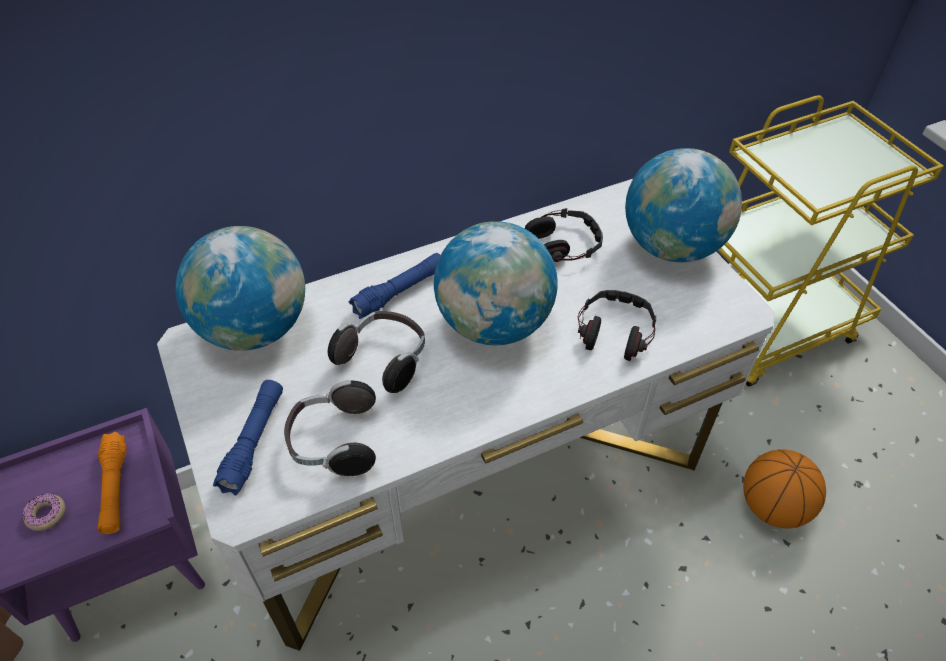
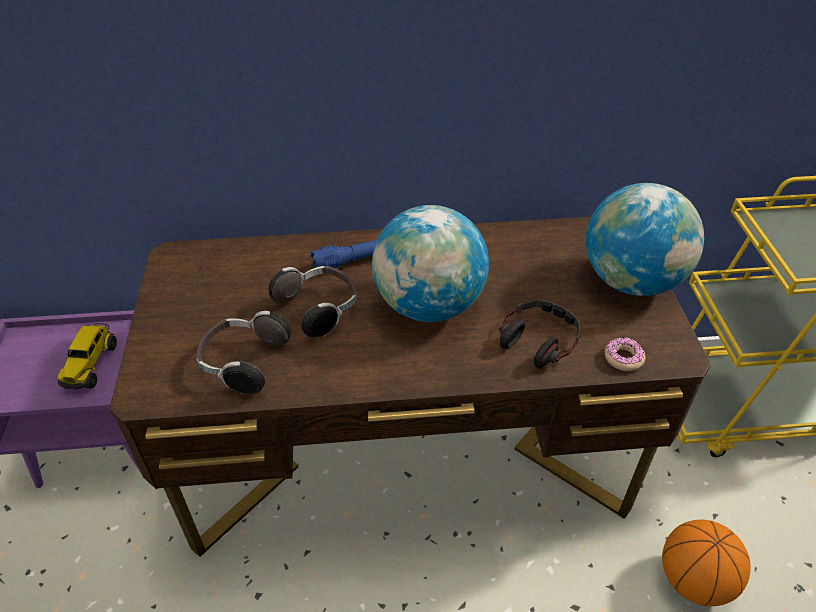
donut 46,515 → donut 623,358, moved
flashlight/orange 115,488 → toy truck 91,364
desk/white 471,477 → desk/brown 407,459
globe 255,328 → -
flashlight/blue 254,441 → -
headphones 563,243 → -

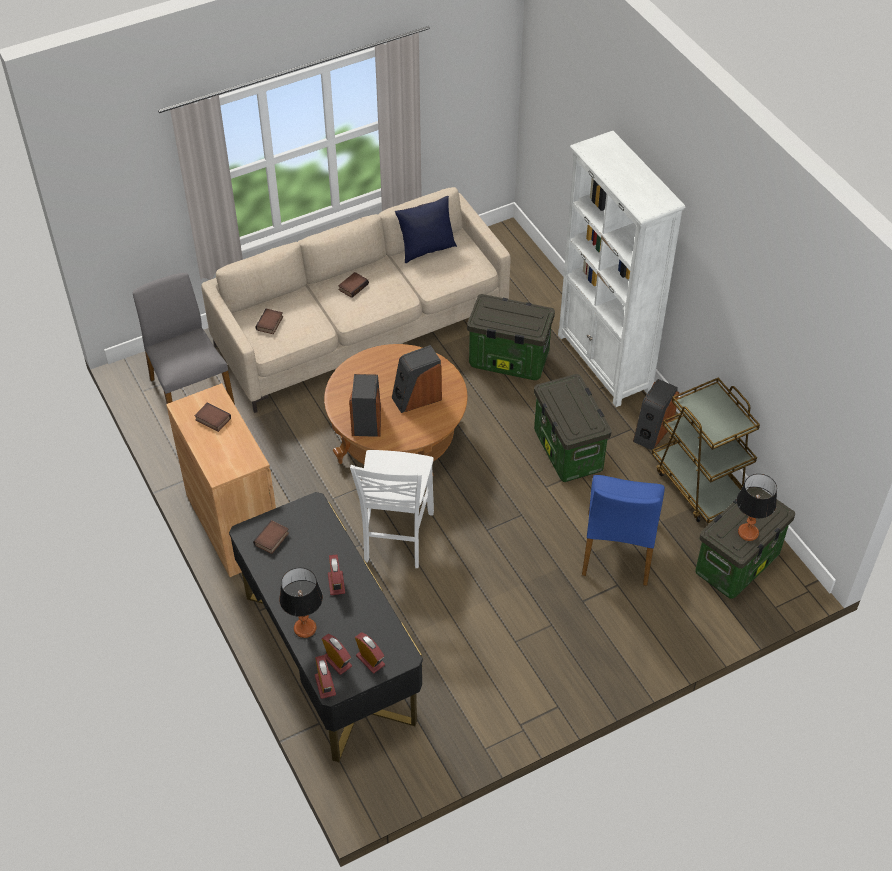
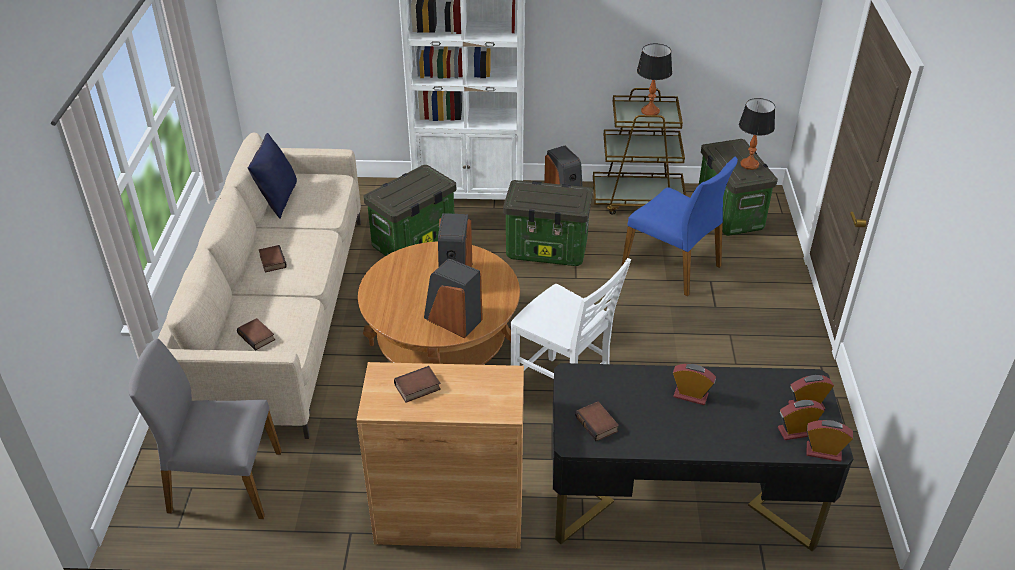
table lamp 305,628 → table lamp 650,111, moved

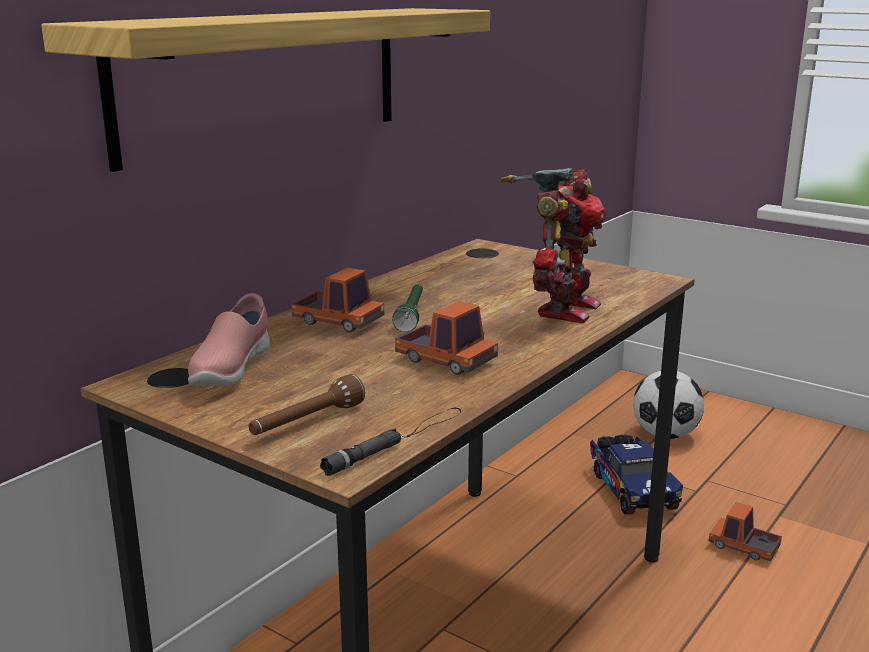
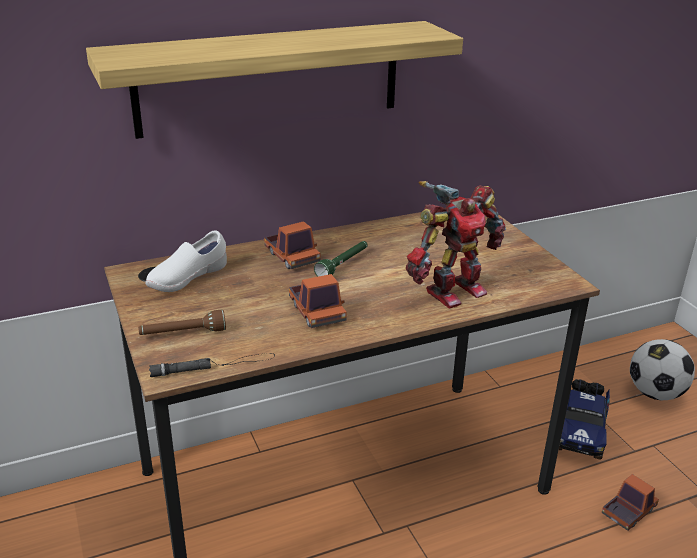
shoe/pink 230,370 → shoe/white 187,279
toy truck 743,547 → toy truck 628,512, 75 degrees clockwise

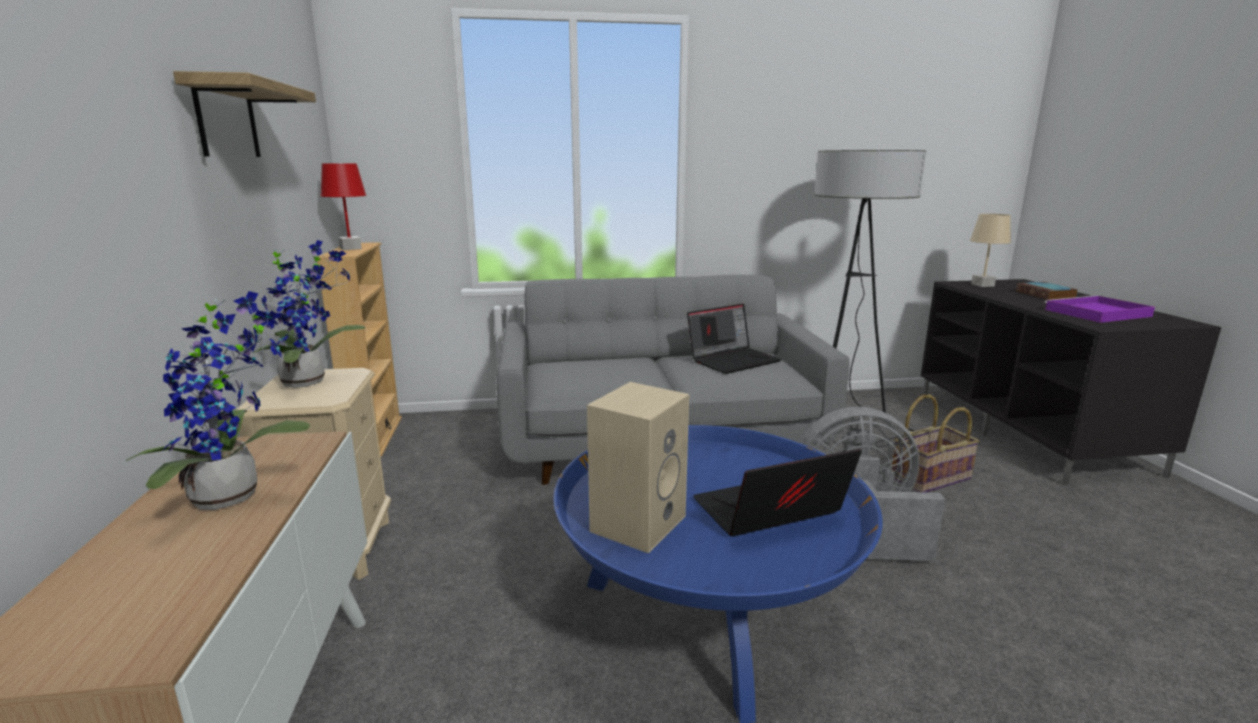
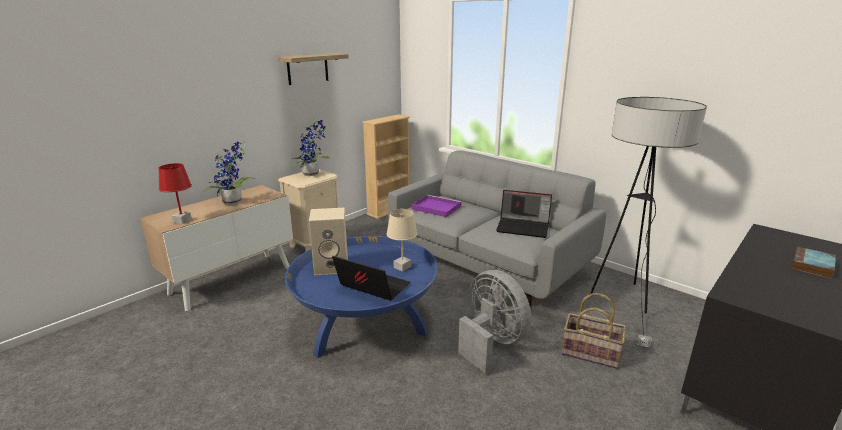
table lamp/red 351,248 → table lamp/red 182,221, moved
table lamp/beige 983,285 → table lamp/beige 402,267, moved
tray/purple 1096,313 → tray/purple 435,208, moved

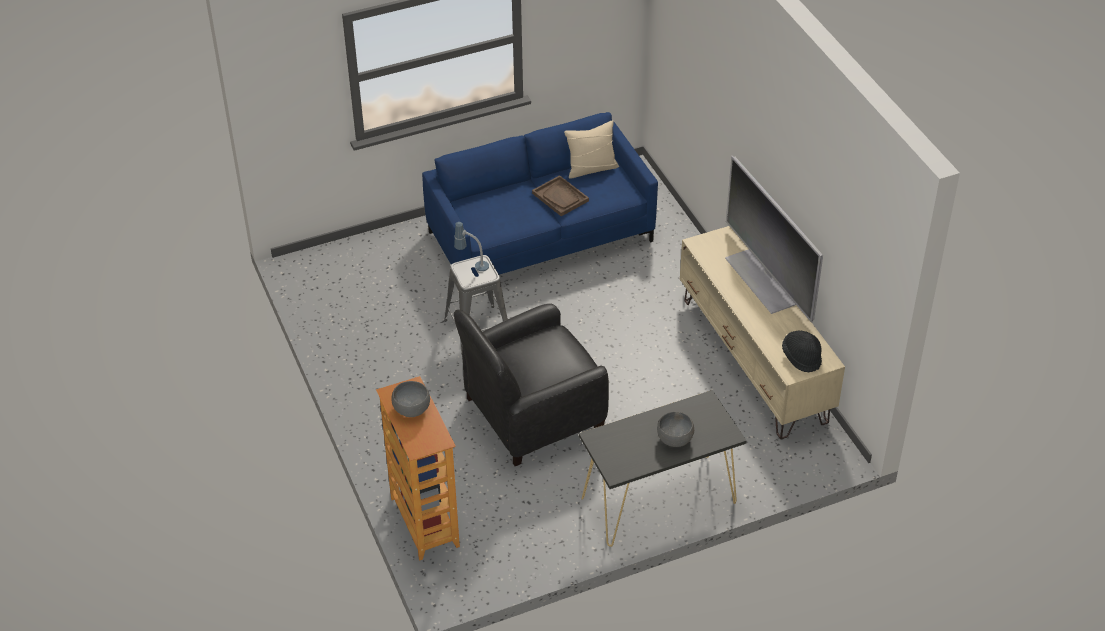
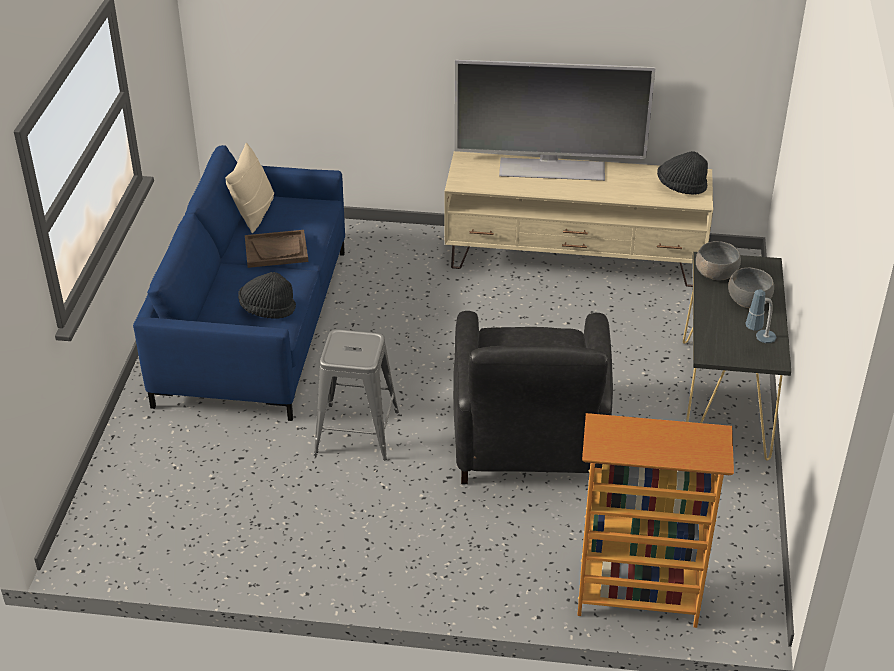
bowl/grey 411,408 → bowl/grey 715,274, moved
table lamp 472,265 → table lamp 758,343, moved
- → hat/black 267,309

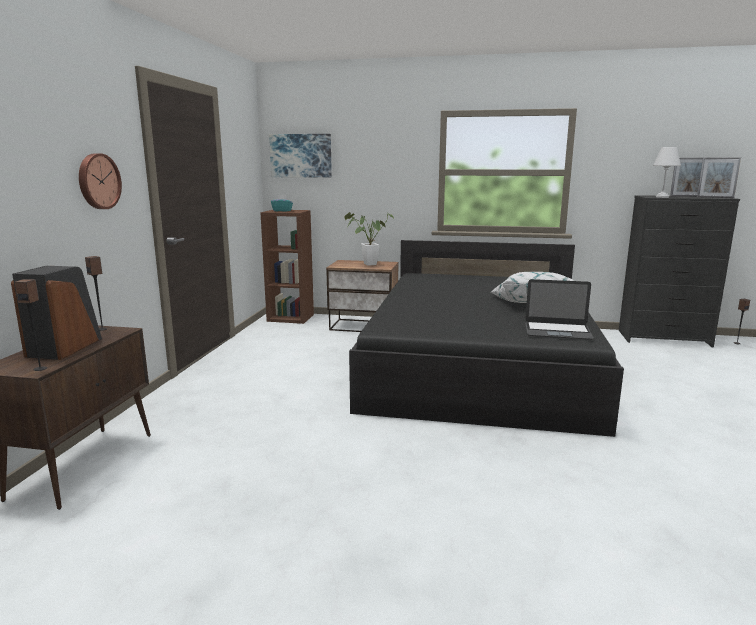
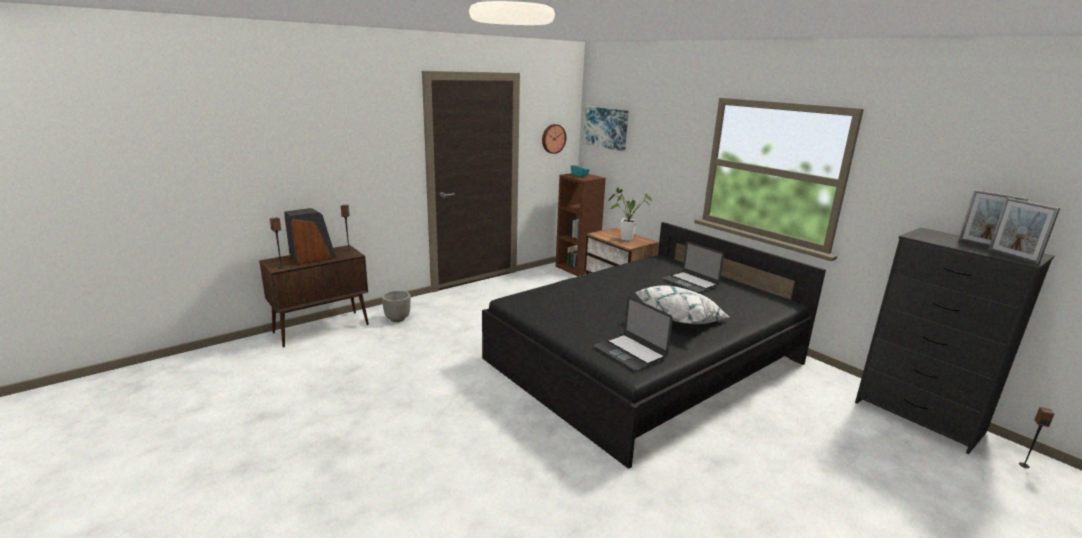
wall clock 98,181 → wall clock 553,138, moved
table lamp/white 662,197 → -
- → planter 398,319
- → laptop 690,282

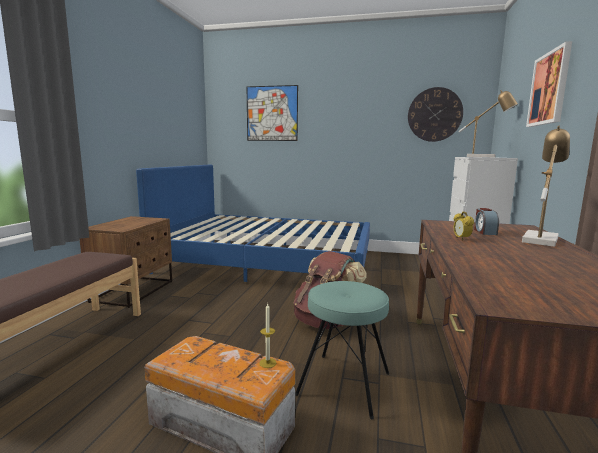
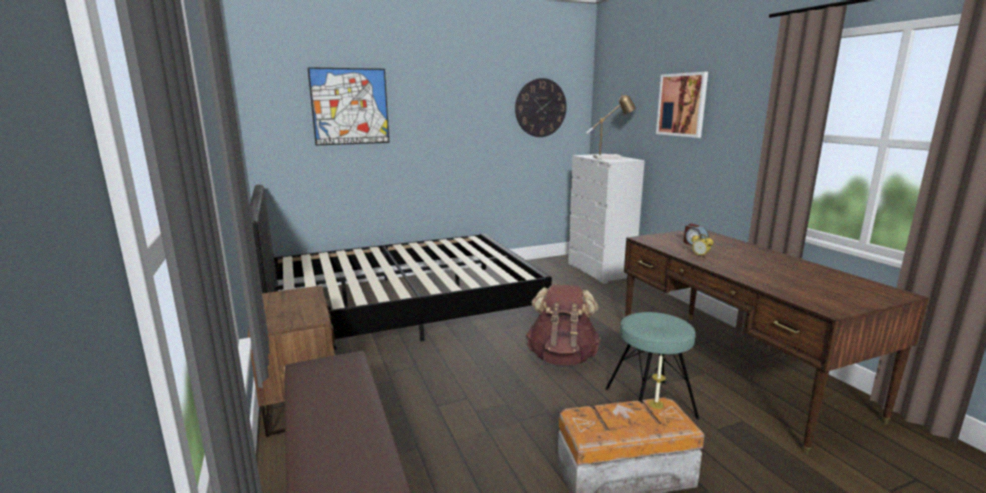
bed/blue 268,261 → bed/black 401,307
table lamp 539,239 → -

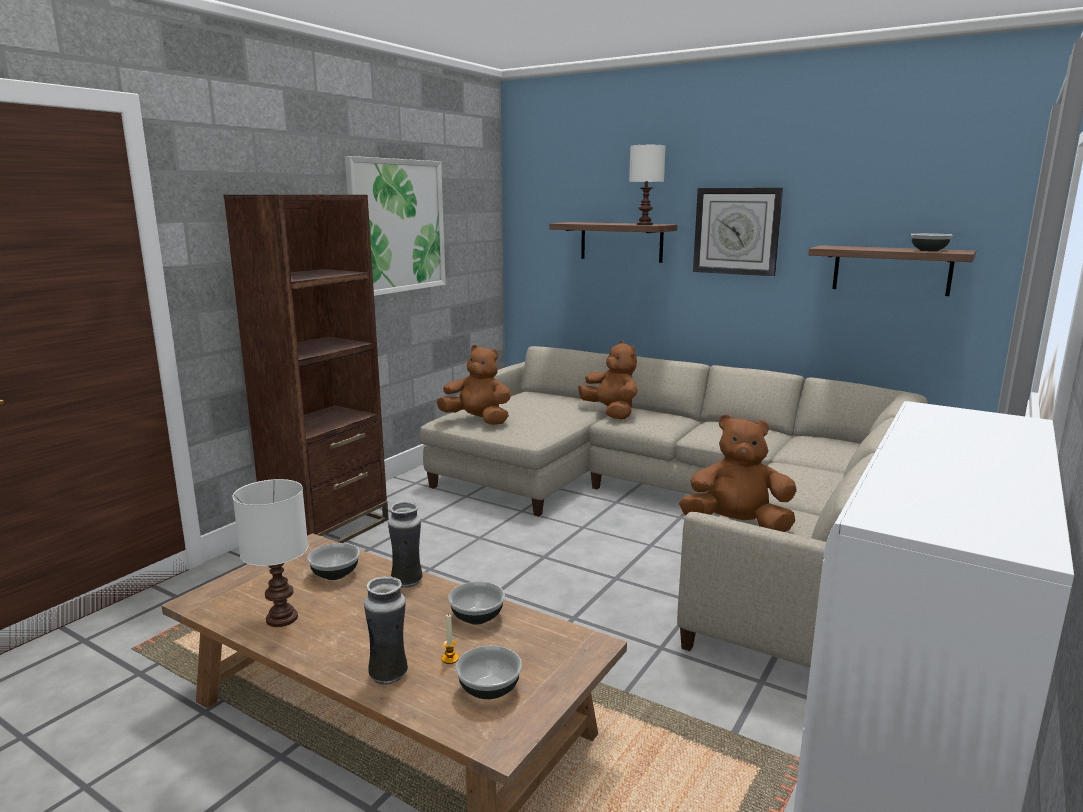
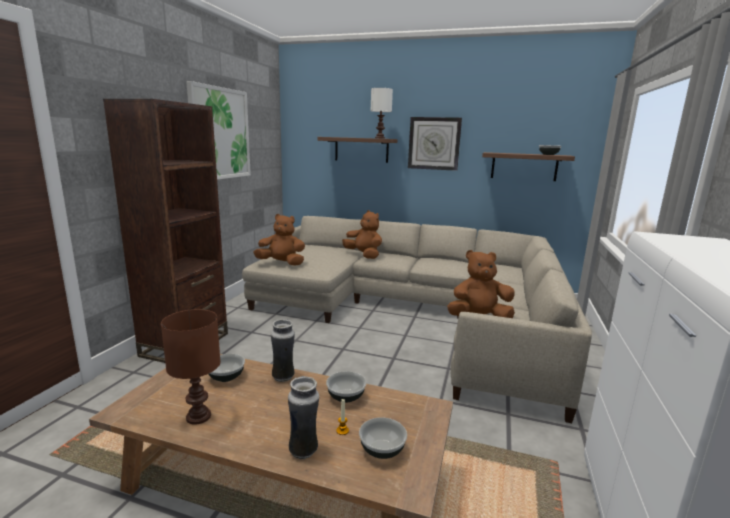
table lamp/white 281,618 → table lamp/brown 197,417

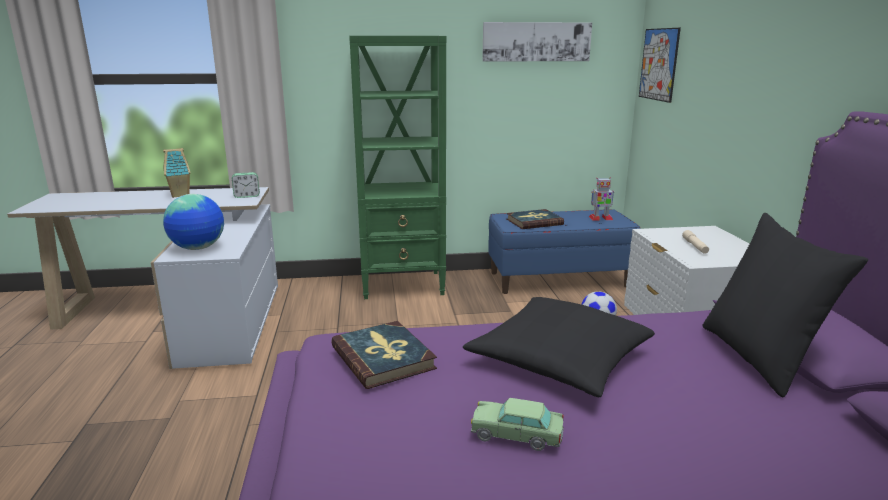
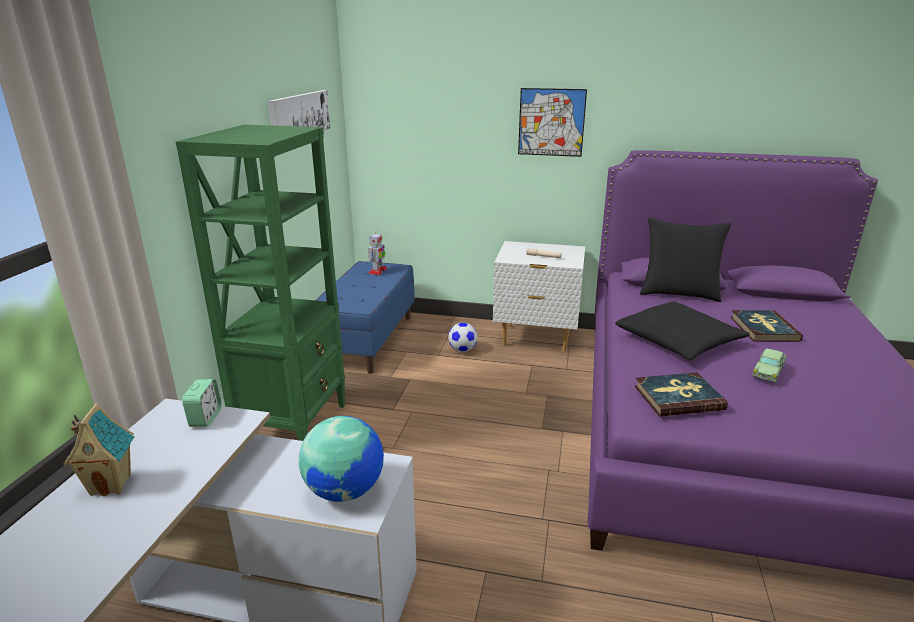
book 534,222 → book 763,329, moved
picture 658,64 → picture 551,122, moved

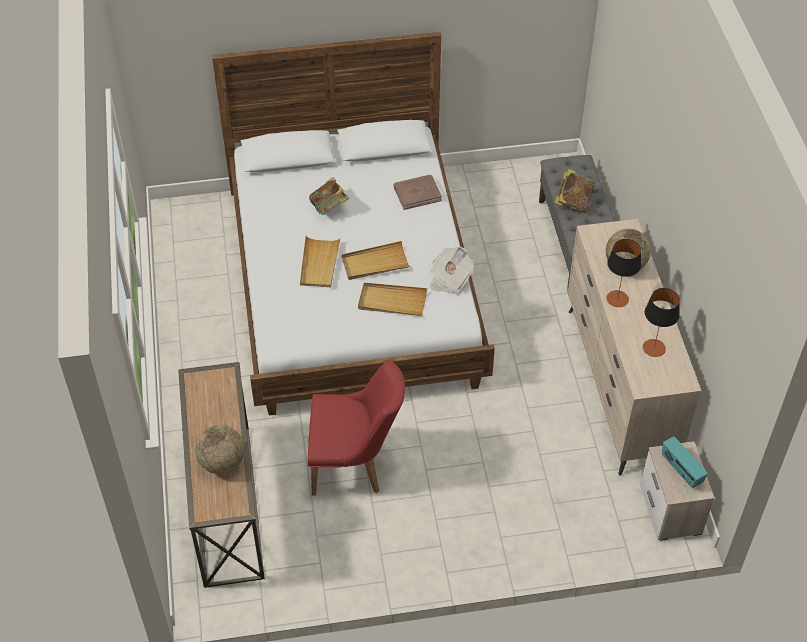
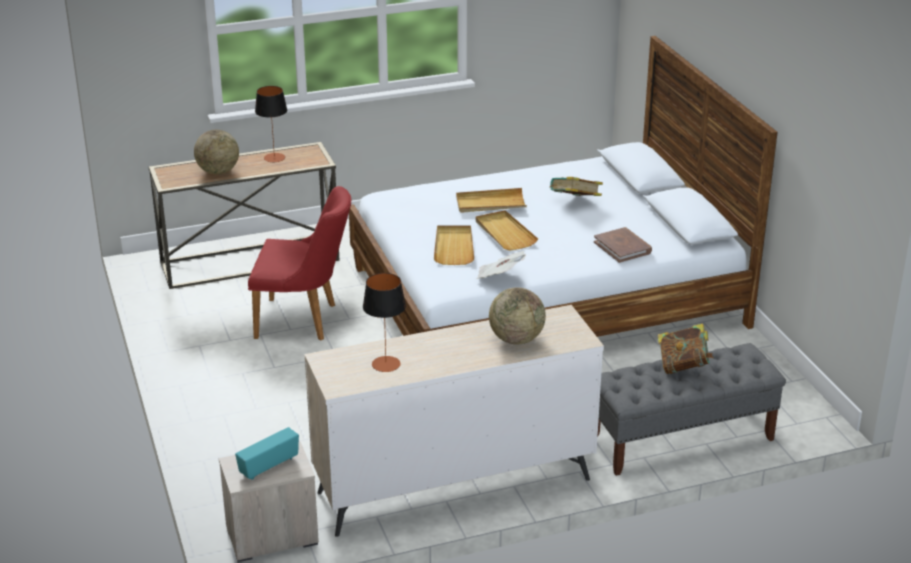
chair/red 355,465 → chair/red 304,320, 75 degrees counterclockwise
table lamp 617,299 → table lamp 274,157, moved

